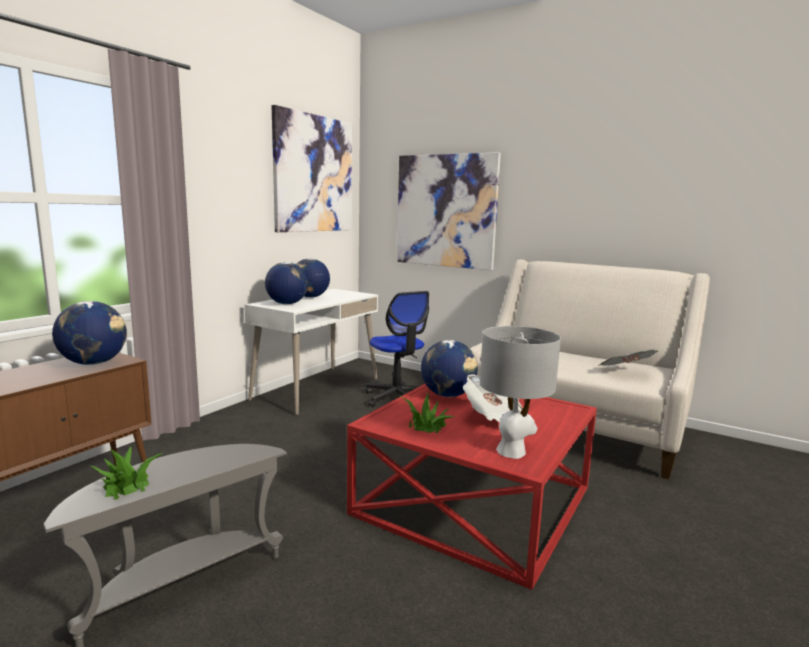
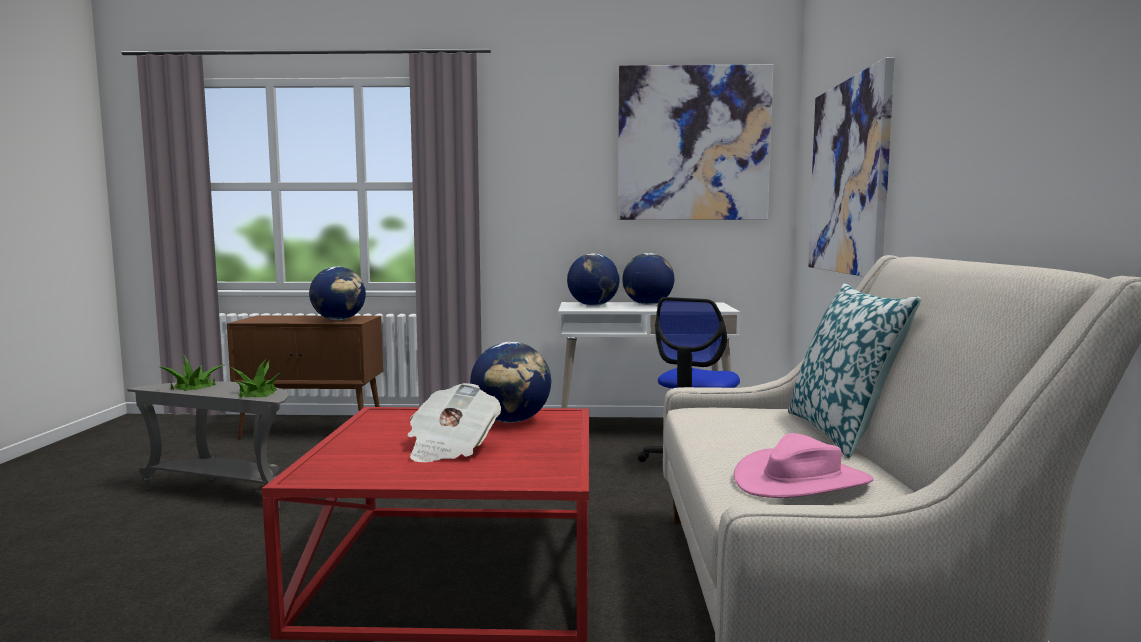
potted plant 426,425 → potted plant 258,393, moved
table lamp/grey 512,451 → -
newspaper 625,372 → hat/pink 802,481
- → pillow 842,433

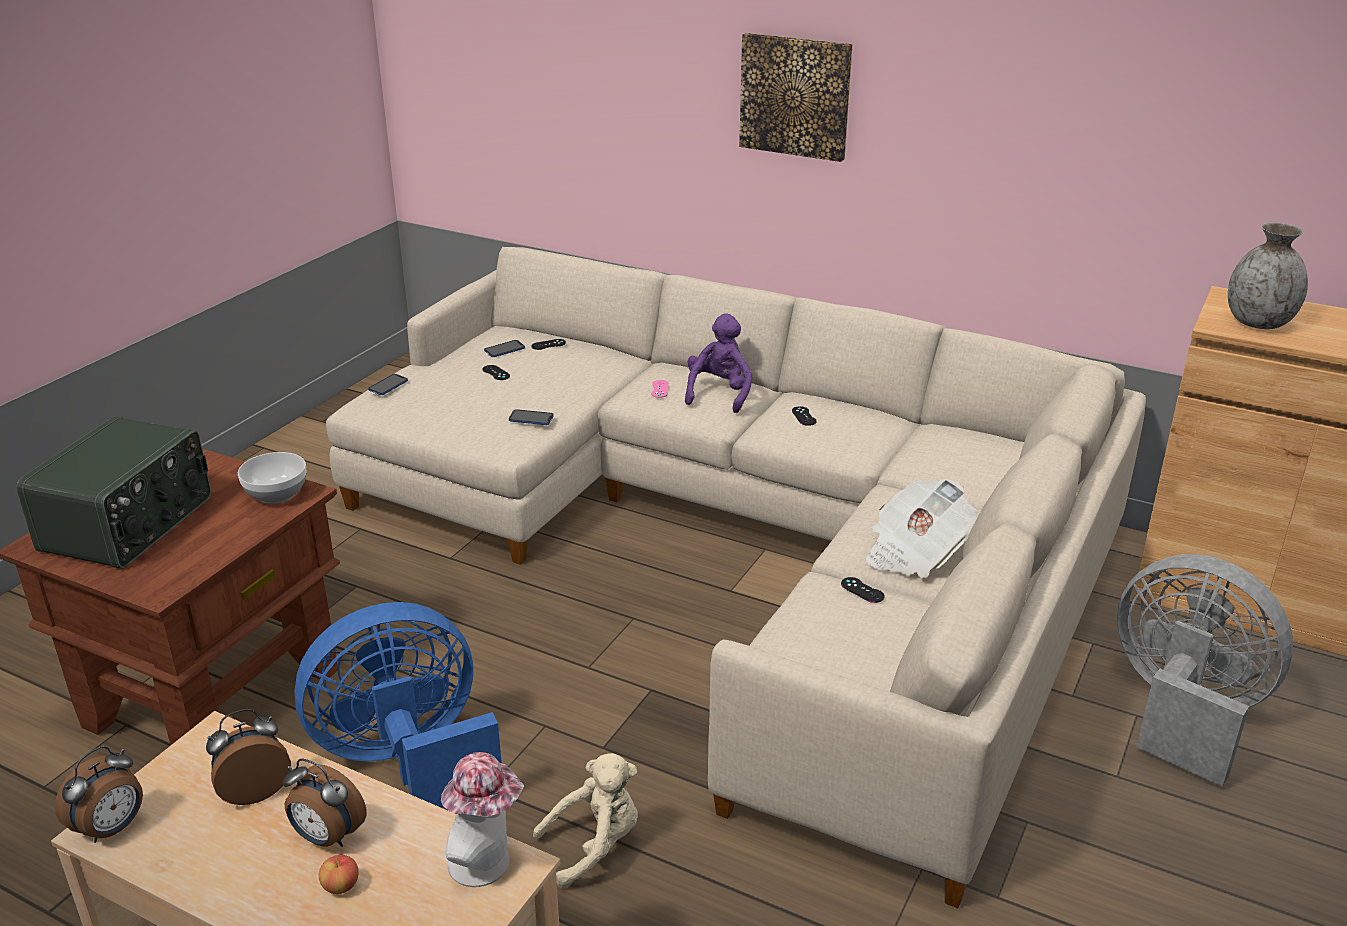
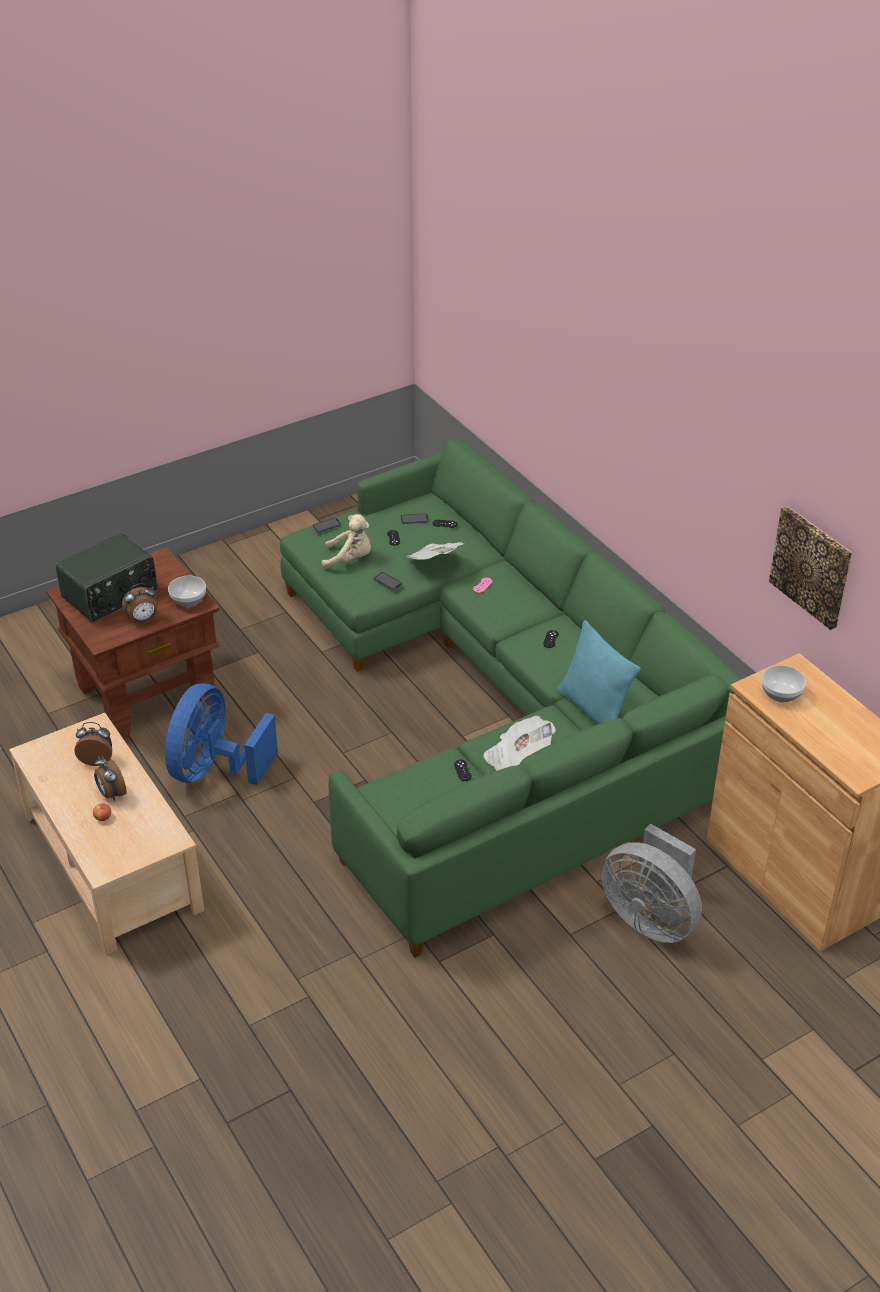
alarm clock 112,828 → alarm clock 143,620, moved
fan/blue 408,762 → fan/blue 214,769, 75 degrees counterclockwise
sofa/beige 746,545 → sofa/green 499,709
hat 487,864 → -
plush toy/beige 594,845 → plush toy/beige 350,559, moved
plush toy/purple 719,394 → -
picture 795,96 → picture 812,566, moved
fan/grey 1182,712 → fan/grey 650,918, 150 degrees clockwise
vase/grey 1258,323 → bowl 780,694
- → newspaper 435,562
- → pillow/turquoise 593,711

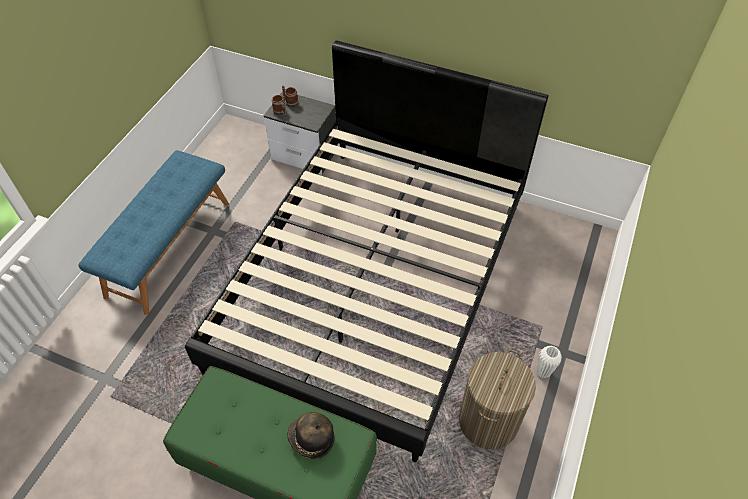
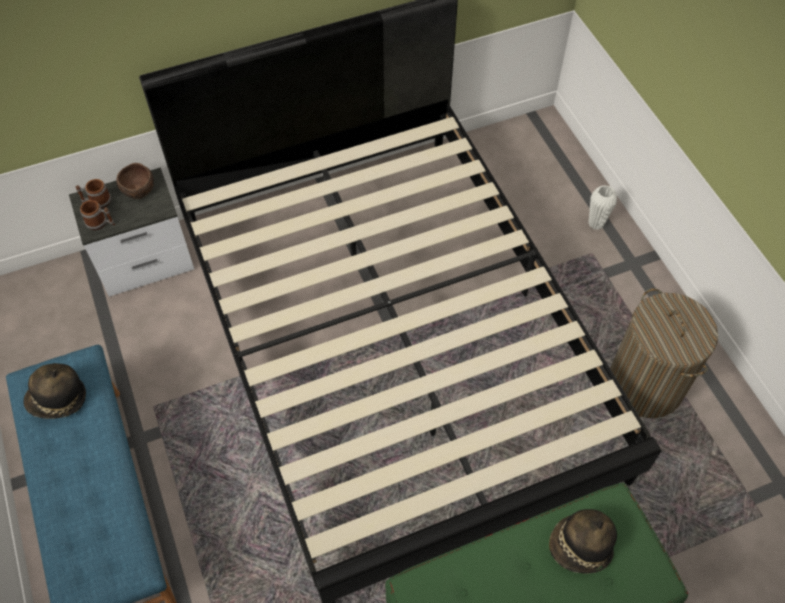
vase/white 543,372 → vase/white 596,223, moved
- → hat 58,400
- → bowl/brown 138,189

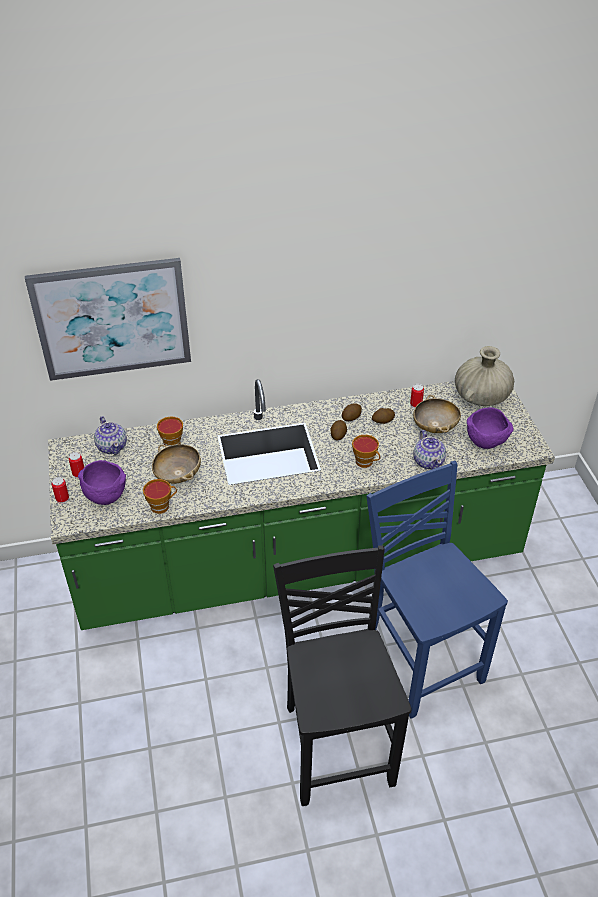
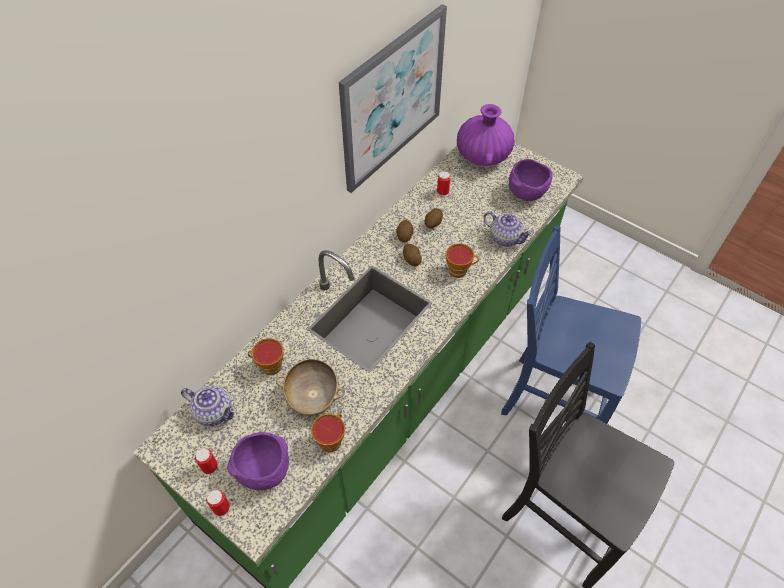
picture 112,319 → picture 393,99, moved
bowl/beige 435,426 → -
vase/beige 481,397 → vase/purple 483,155

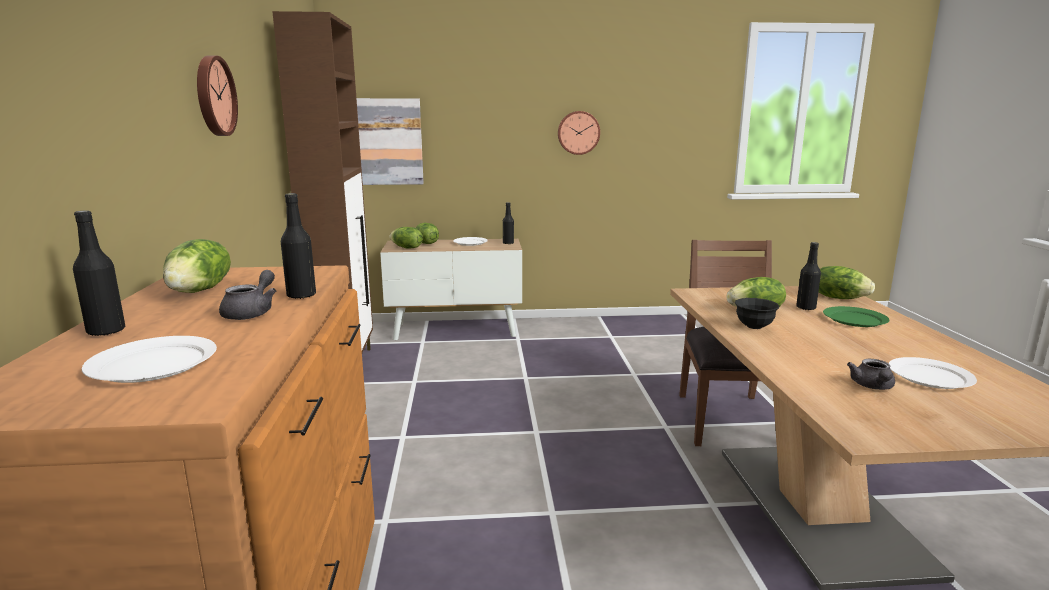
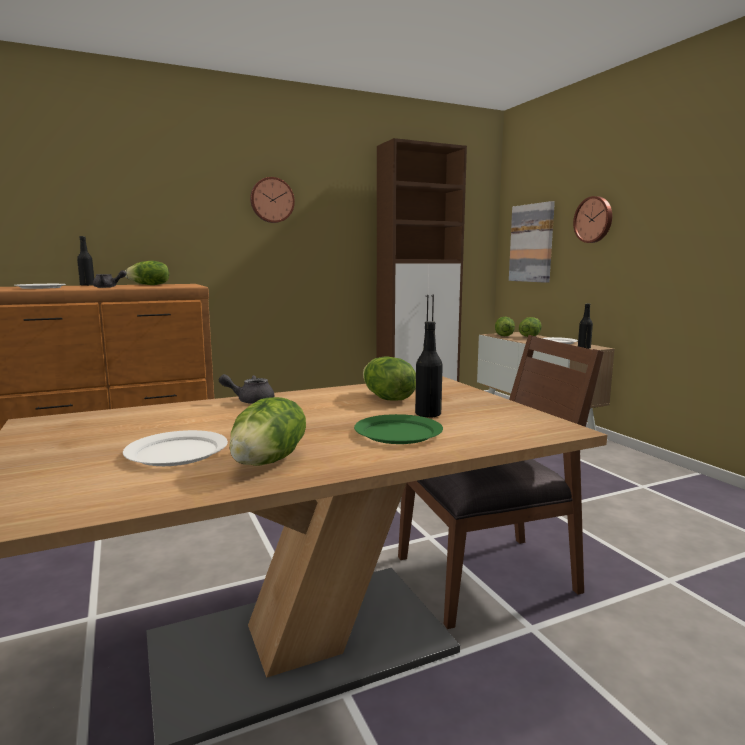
bottle/black 301,295 → -
wall clock 578,132 → wall clock 594,219, moved
bowl/black 754,326 → -
lettuce 839,298 → lettuce 269,461, moved
teapot/grey 872,387 → teapot/grey 250,401, moved

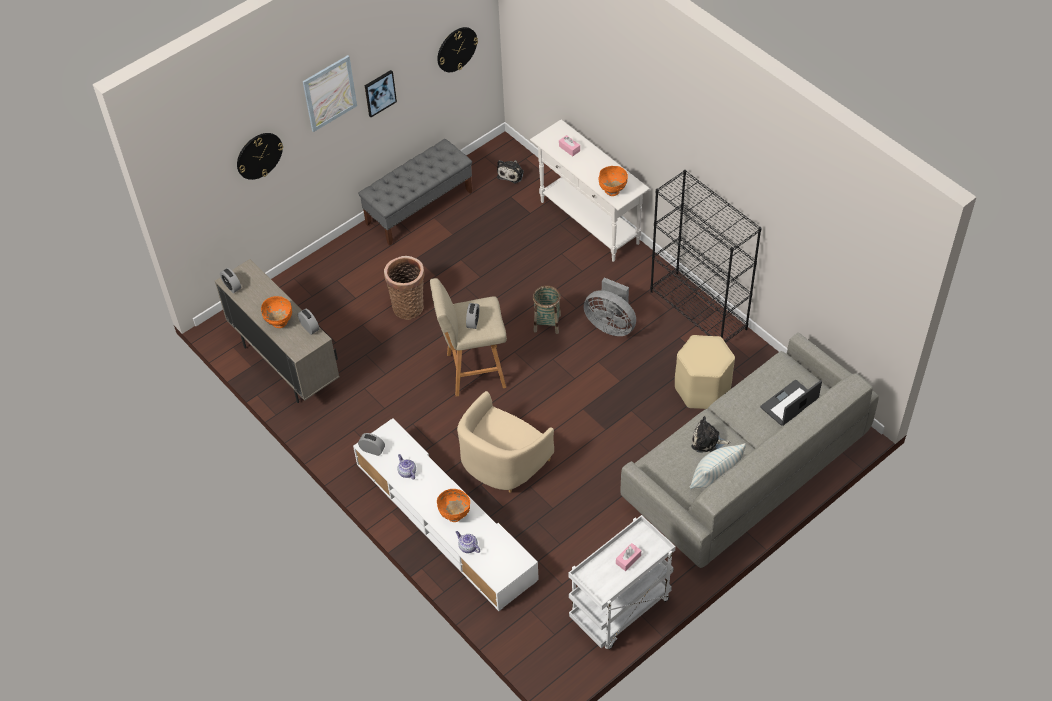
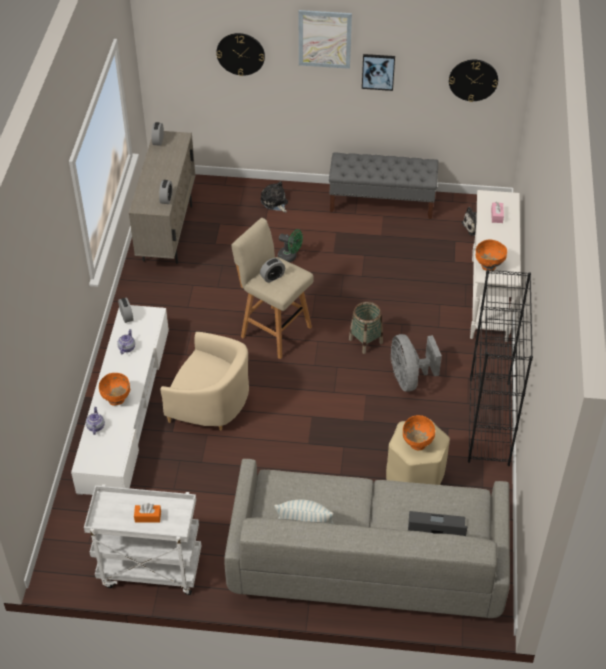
bowl/orange 279,322 → bowl/orange 417,444, moved
basket 408,305 → fan/green 290,257
armchair/beige 503,463 → armchair/beige 210,405, 150 degrees counterclockwise
tissue box/pink 628,559 → tissue box/orange 148,517
plush toy 707,441 → plush toy 274,202, moved

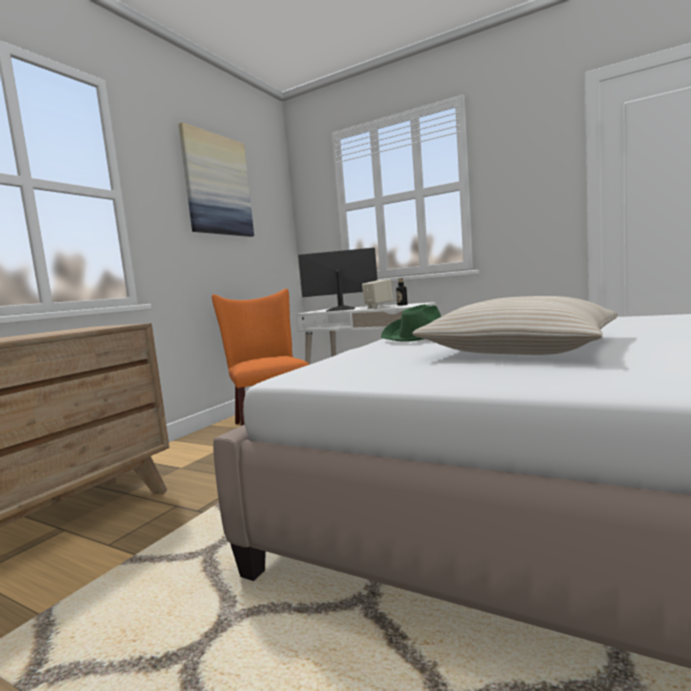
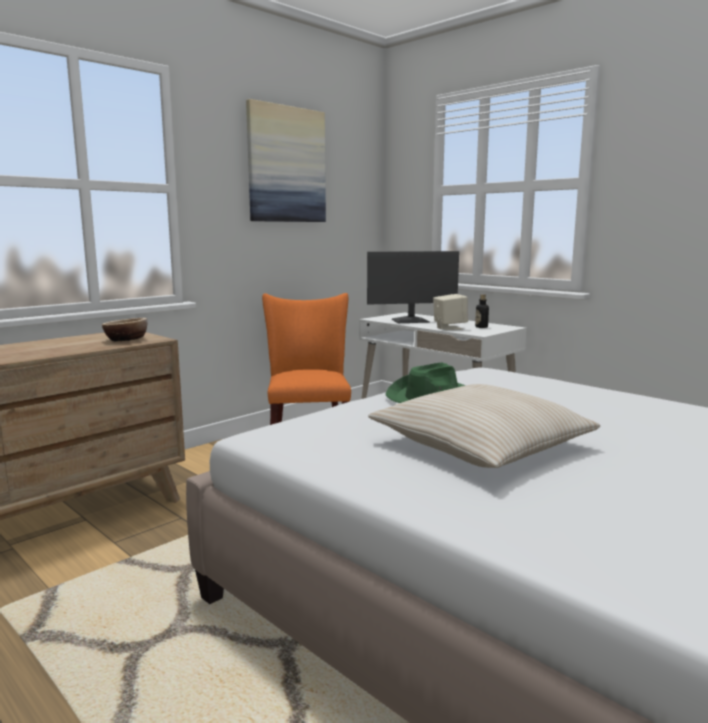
monitor 340,309 → monitor 411,321, 150 degrees clockwise
- → bowl 126,340

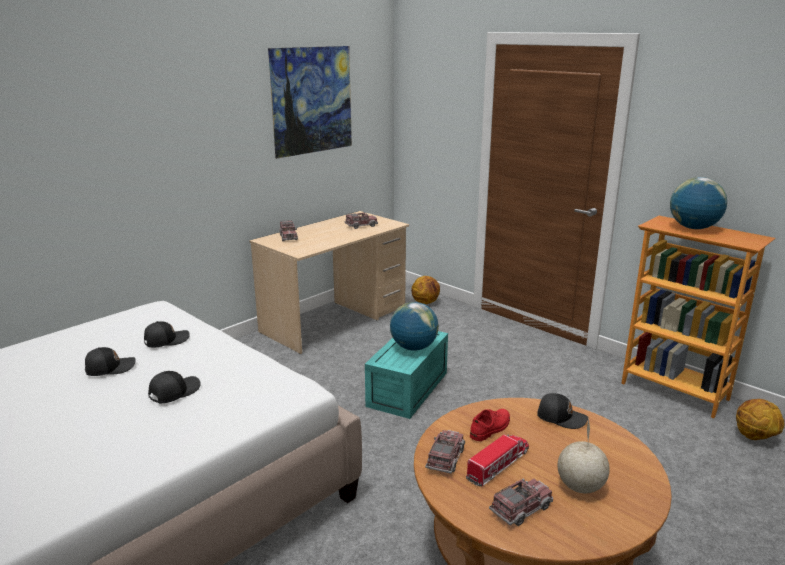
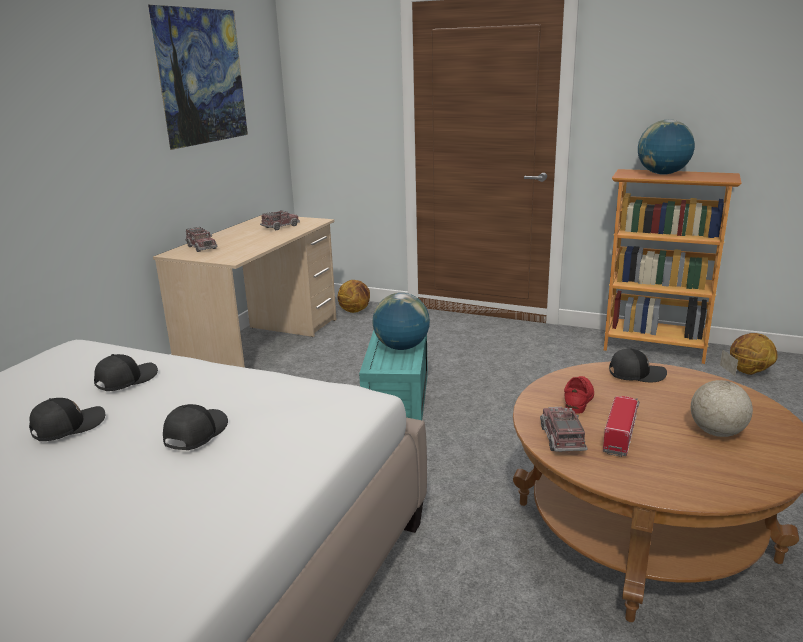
toy truck 521,509 → -

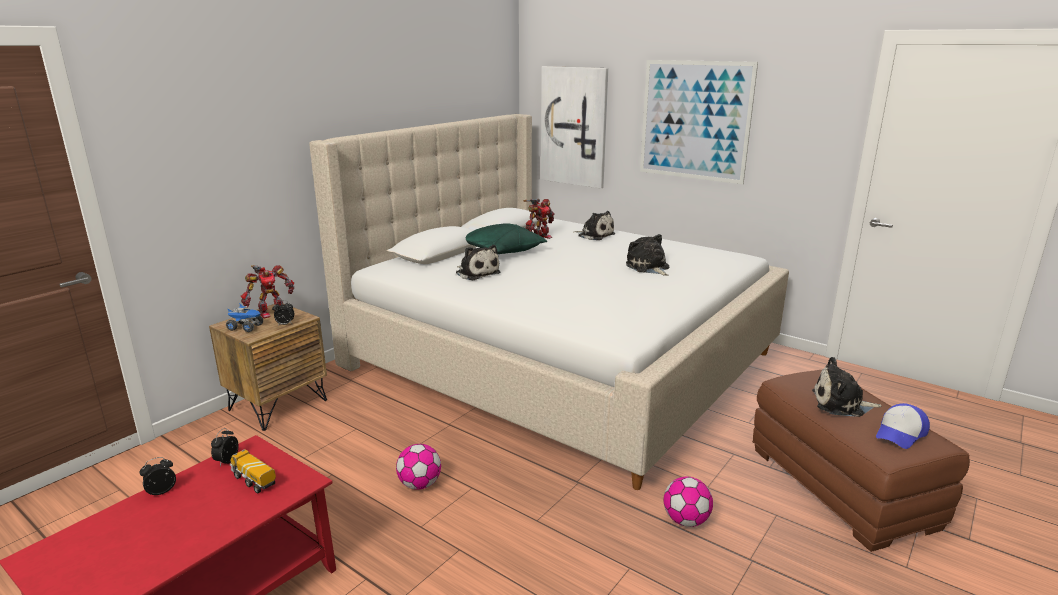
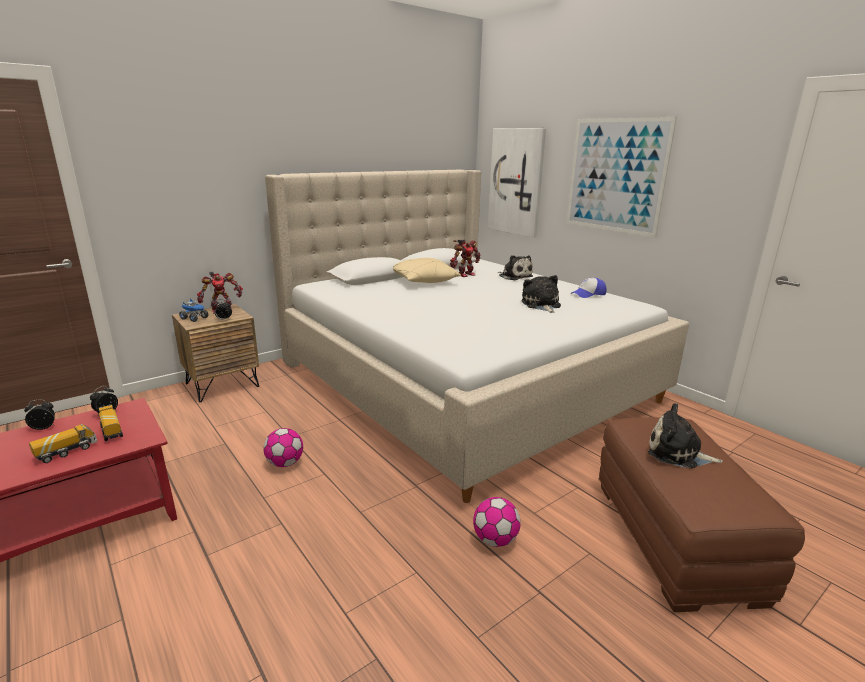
plush toy 476,273 → -
pillow/green 502,251 → pillow/beige 423,281
cap 900,433 → cap 588,294, moved
- → toy truck 67,452

